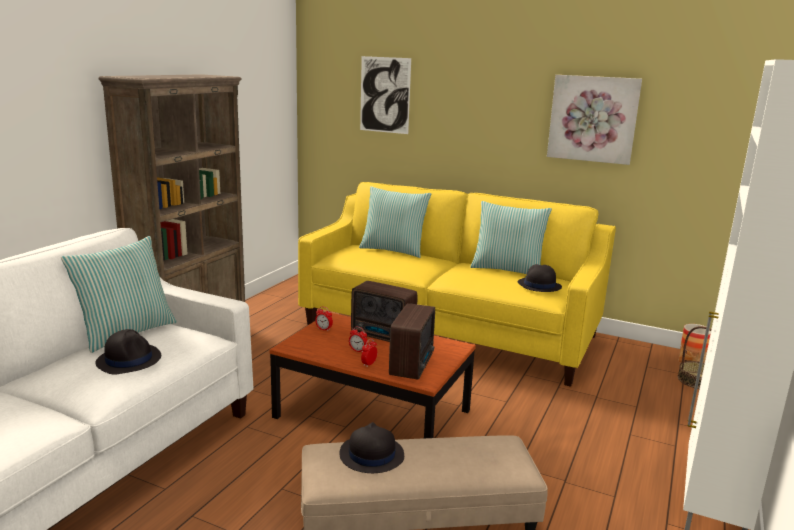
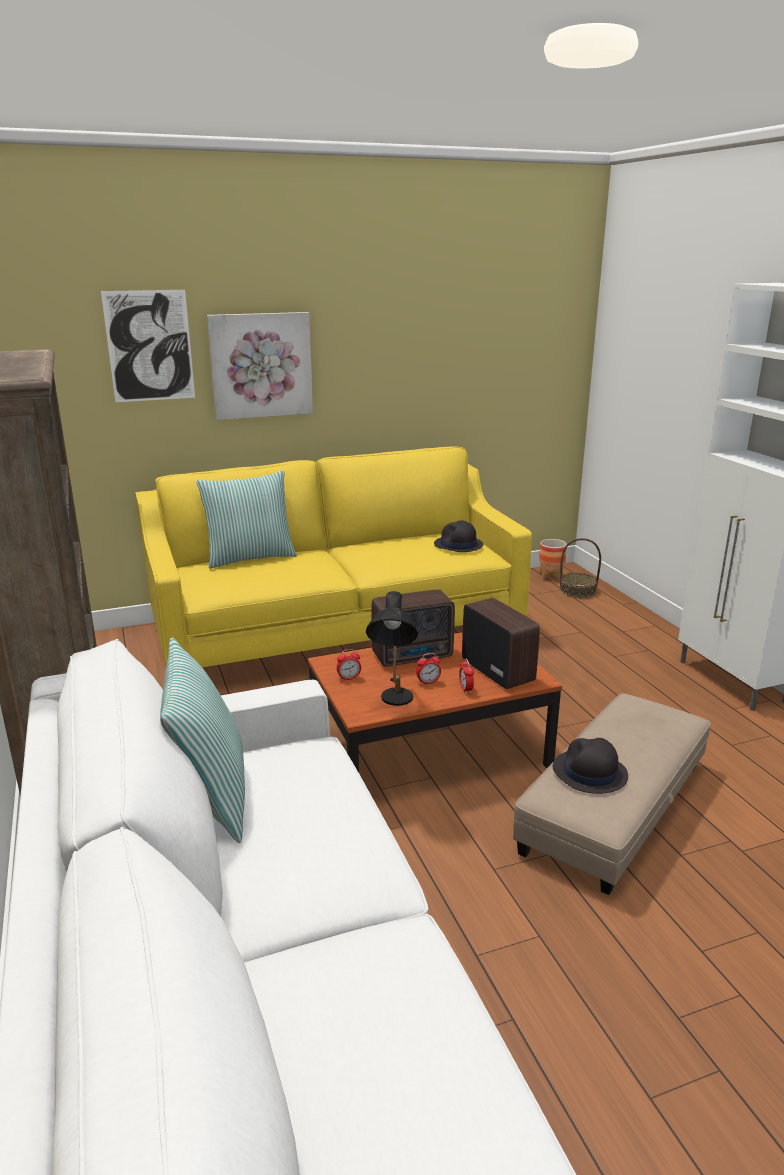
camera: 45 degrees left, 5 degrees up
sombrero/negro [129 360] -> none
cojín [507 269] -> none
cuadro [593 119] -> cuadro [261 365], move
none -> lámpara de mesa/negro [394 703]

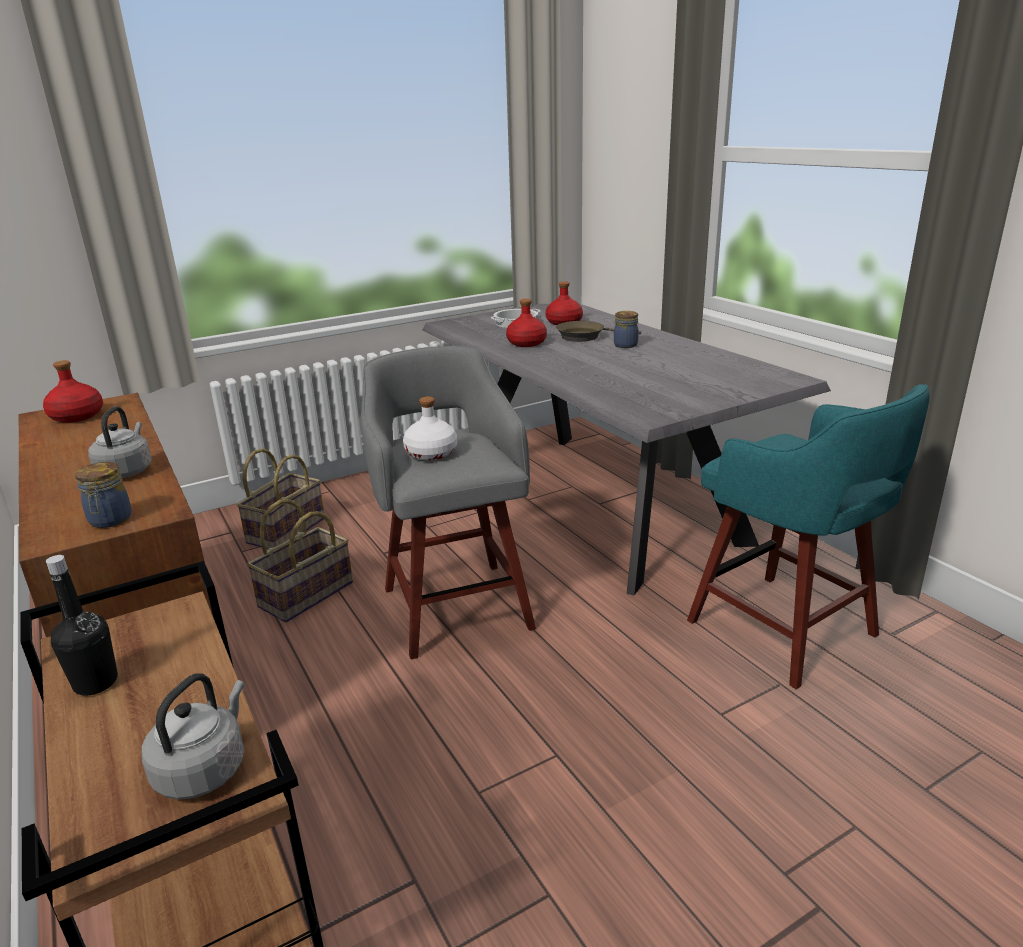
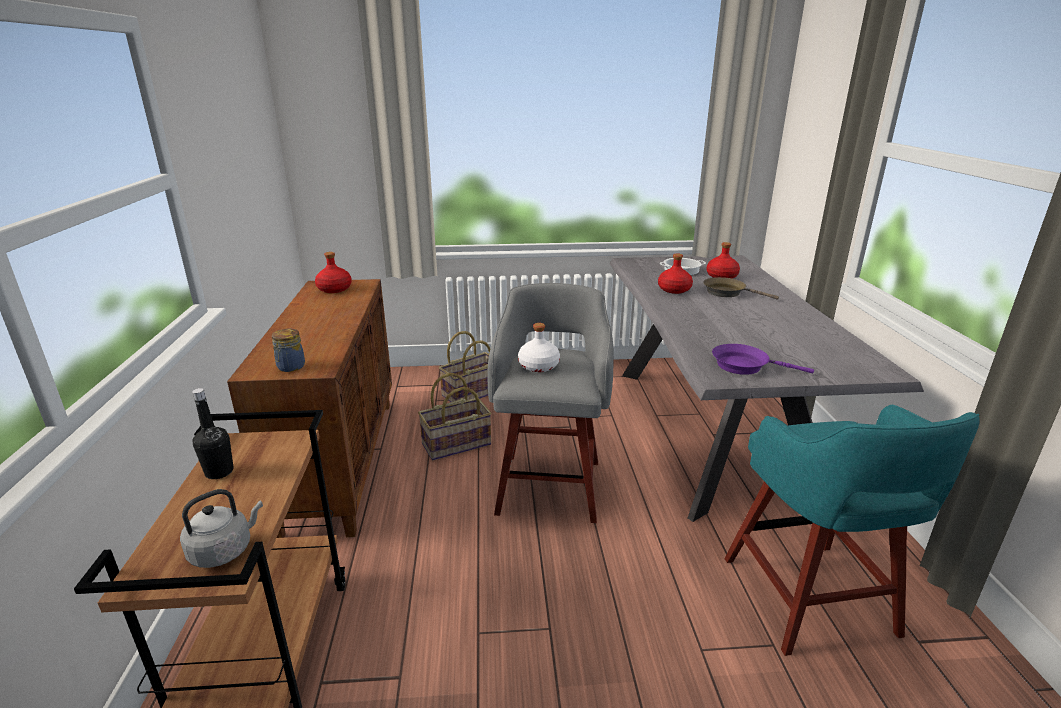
camera: 25 degrees right, 0 degrees up
hervidor/gris [126 471] -> none
tarro [626 345] -> none
none -> sartén/morado [744 366]

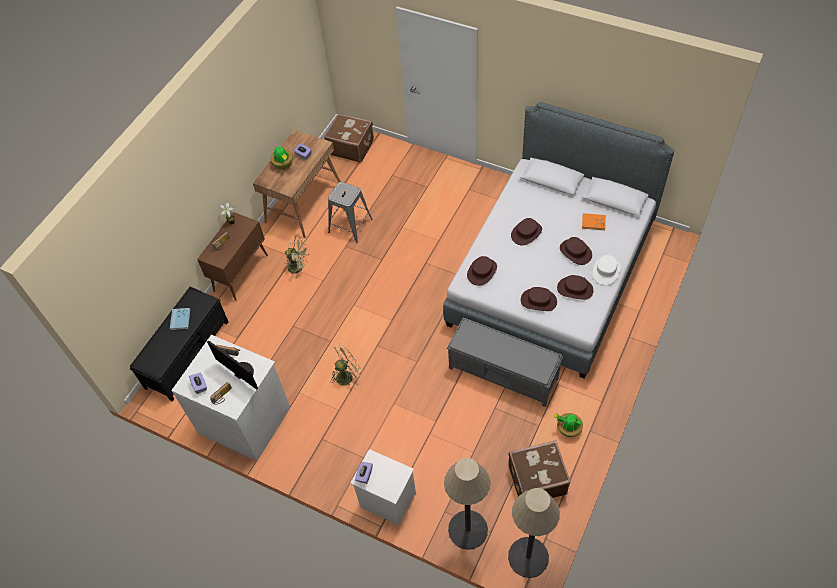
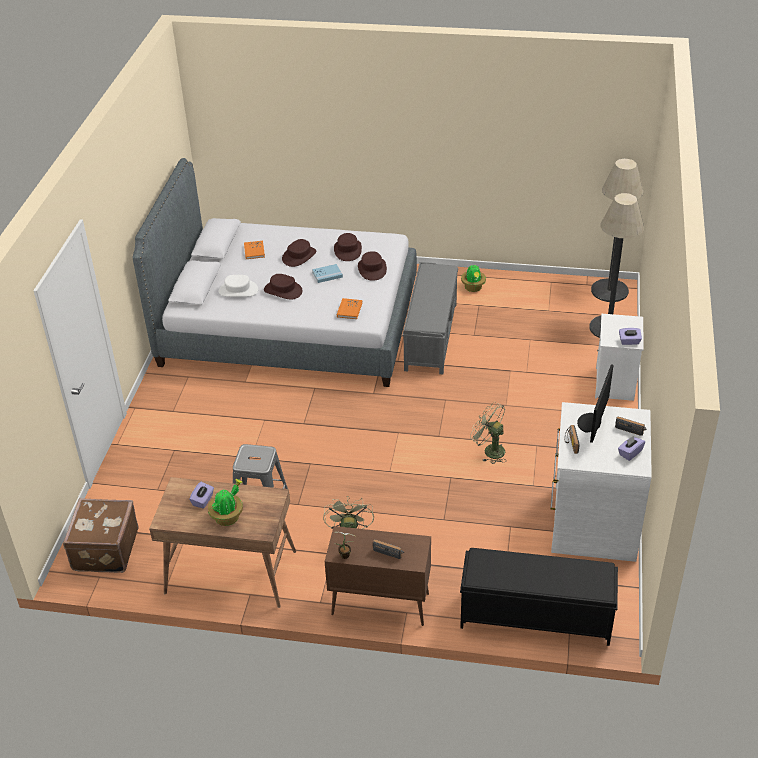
camera: 110 degrees left, 15 degrees down
libro/azul [180 319] -> libro/azul [327 274], move
sombrero/marrón [482 271] -> libro/naranja [349 310]
maleta/marrón [536 479] -> none
sombrero/blanco [606 270] -> sombrero/blanco [238 290], move

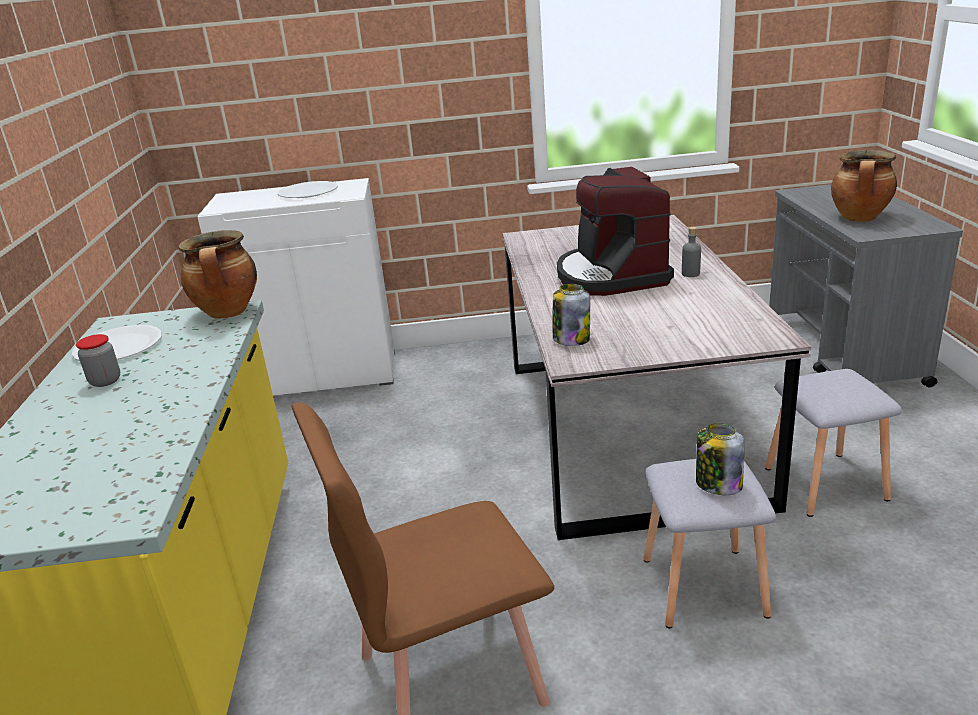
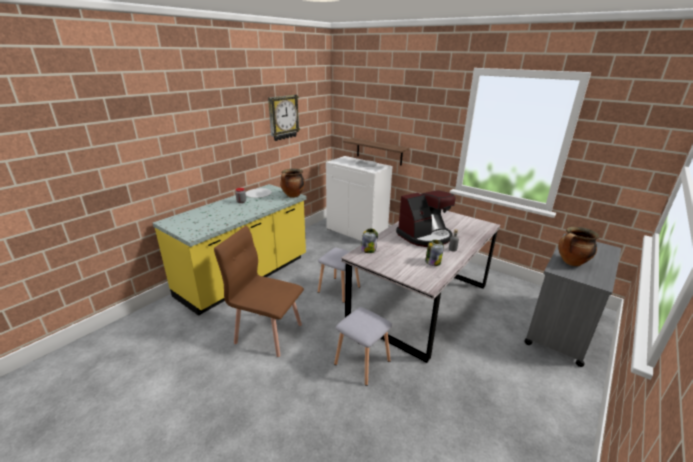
camera: 40 degrees right, 0 degrees up
cafetera [611 275] -> cafetera [425 236], 150 degrees counterclockwise
tarro [717 484] -> tarro [432 262], move
taburete/gris [823 482] -> taburete/gris [339 289], move
none -> reloj de pared [283 117]
none -> estante [379 151]

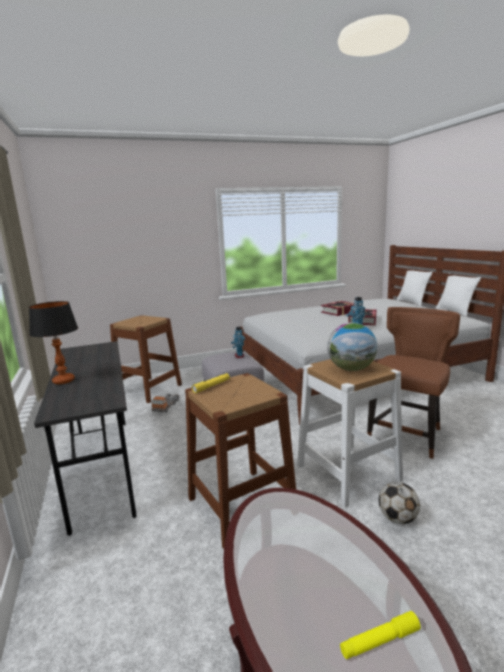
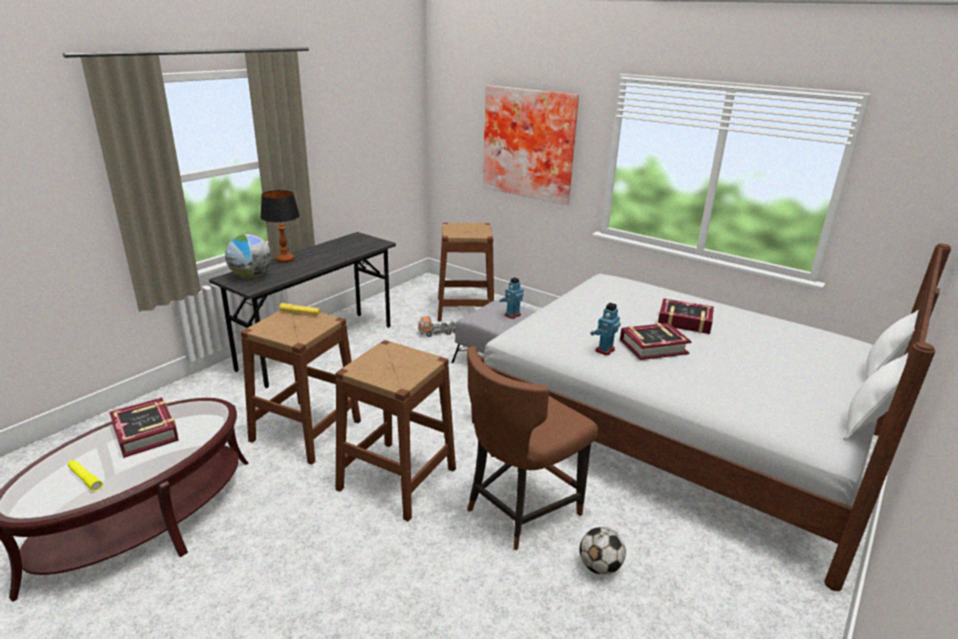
camera: 55 degrees right, 10 degrees up
taburete/blanco [347 472] -> taburete/marrón [397 478]
globo terráqueo [351 369] -> globo terráqueo [251 276], move
silla/marrón [408 435] -> silla/marrón [519 510], 135 degrees clockwise
balón de fútbol [397 518] -> balón de fútbol [599 567], move
none -> libro [146 432]
none -> cuadro [530 143]

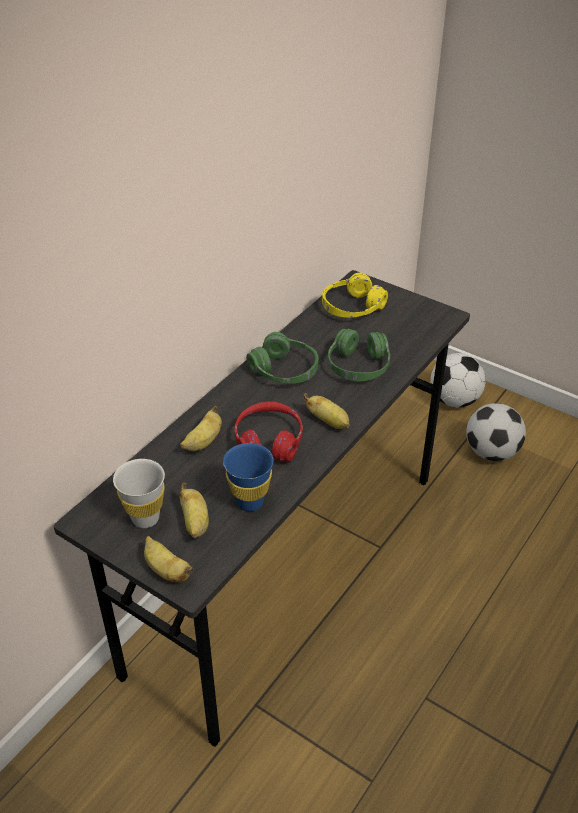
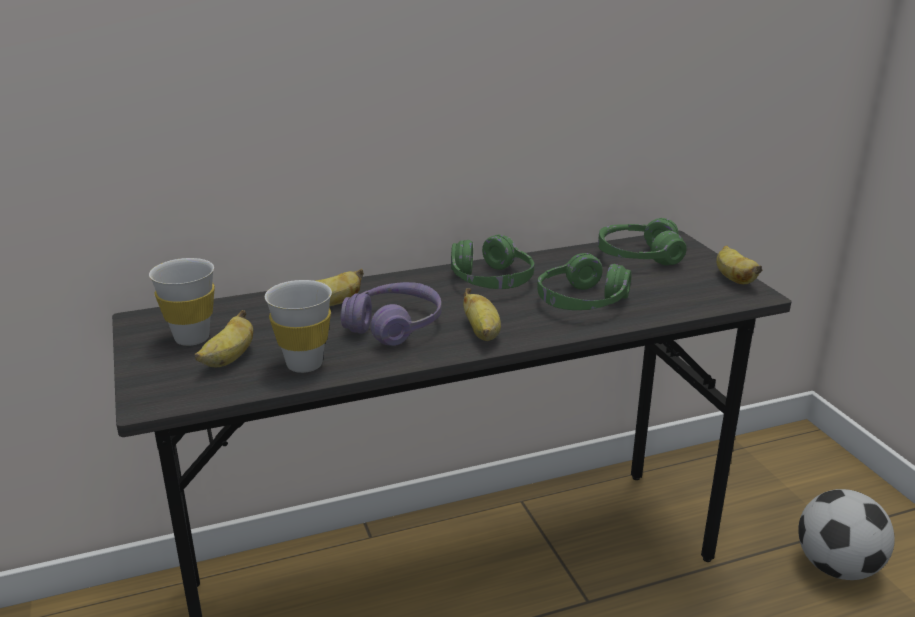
camera: 35 degrees right, 15 degrees down
plátano [166 570] -> plátano [733 278], move
taza/azul [250 502] -> taza/blanco [304 364]
auriculares/rojo [268 441] -> auriculares/morado [394 326]
auriculares/amarillo [352 307] -> auriculares/verde [638 256]
balón de fútbol [454 400] -> none

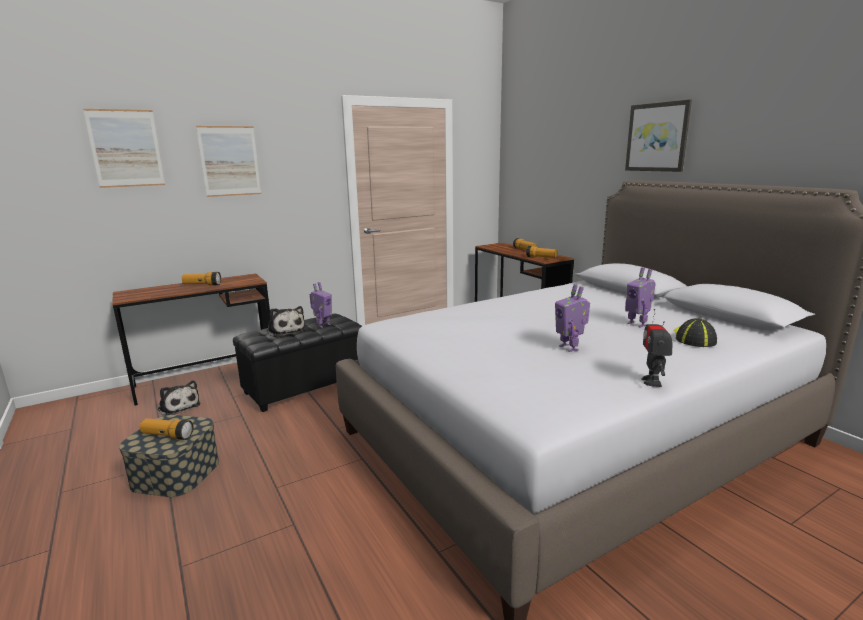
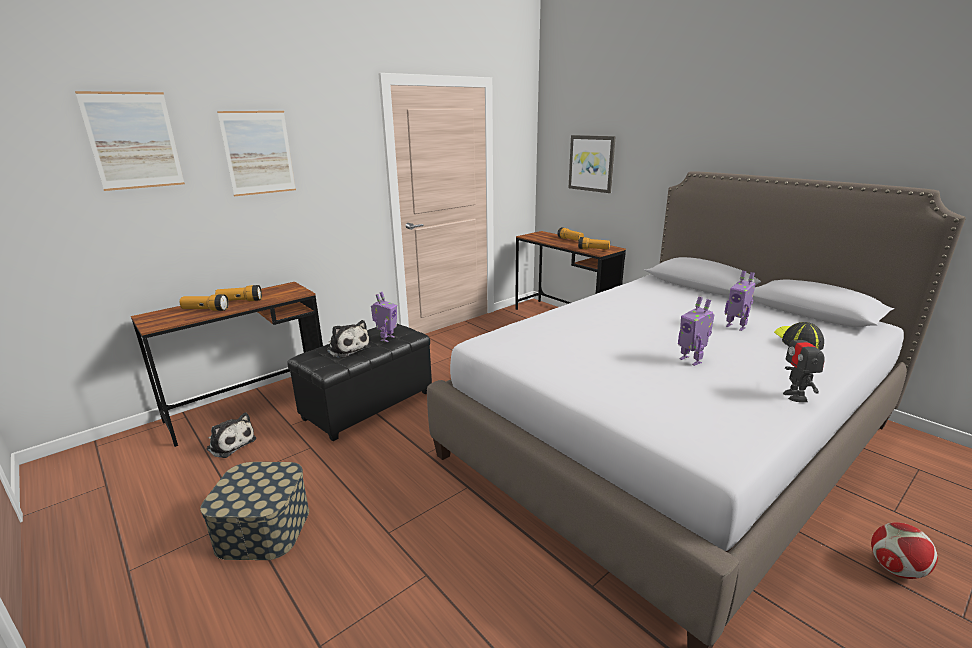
camera: 10 degrees left, 5 degrees up
linterna [167 436] -> linterna [205 310], move
cuadro [657 137] -> cuadro [591 163], move
none -> balón de fútbol [895 569]

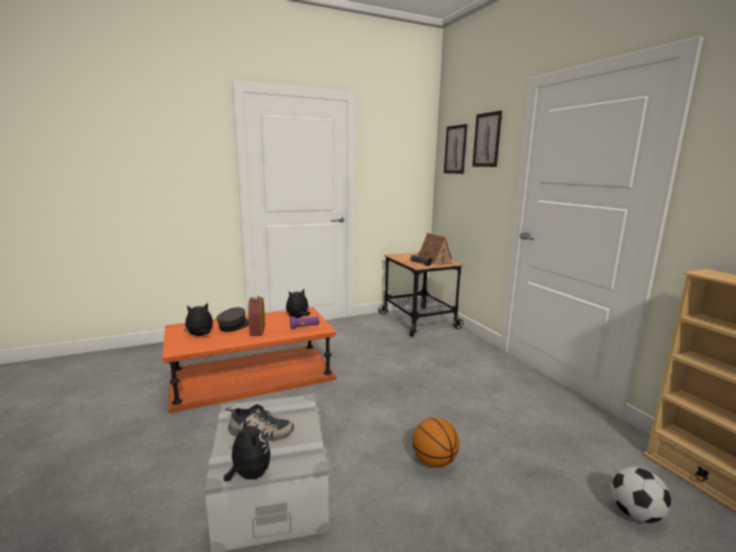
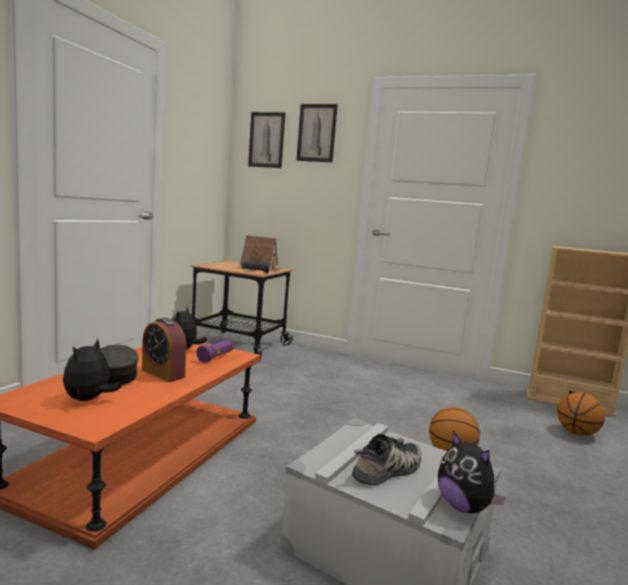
camera: 45 degrees left, 5 degrees down
peluche [249 475] -> peluche [464 507], 135 degrees counterclockwise
balón de fútbol [635 514] -> balón de baloncesto [576 433]

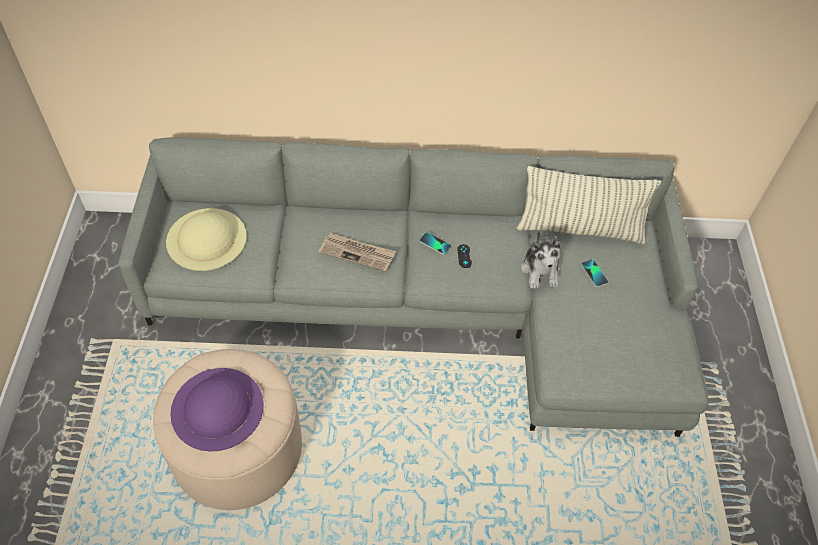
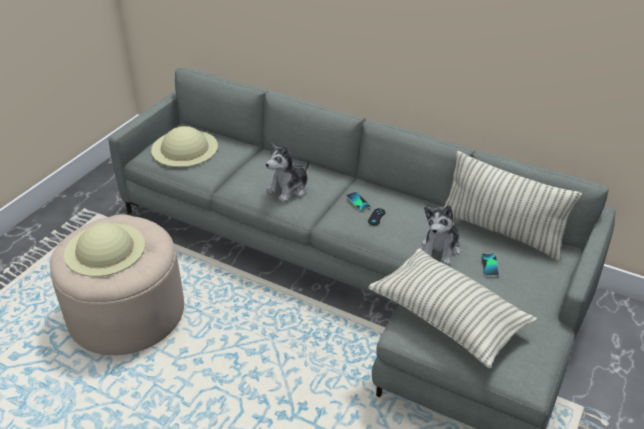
camera: 30 degrees right, 15 degrees down
sombrero/morado [217 408] -> sombrero/beis [104 249]
periódico [357 253] -> peluche [289 189]
none -> cojín [448 318]

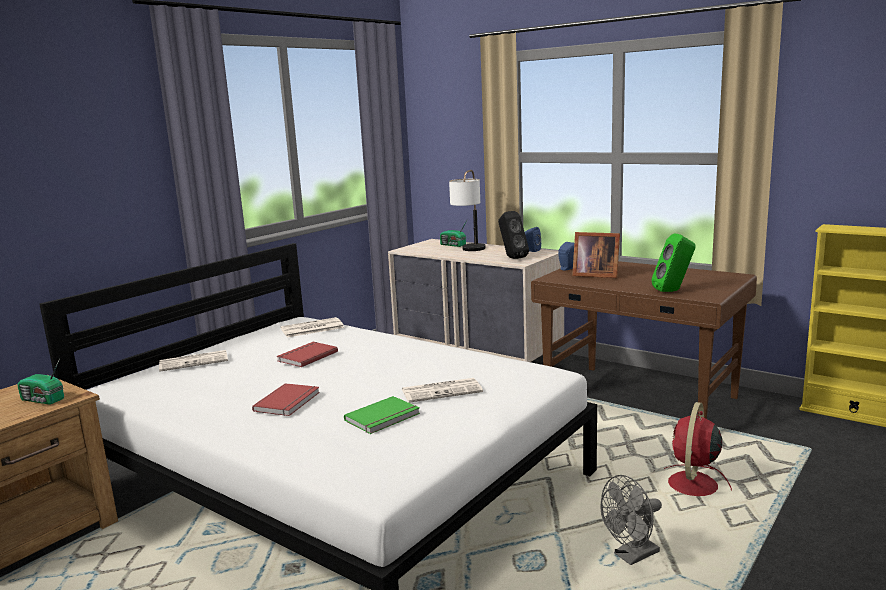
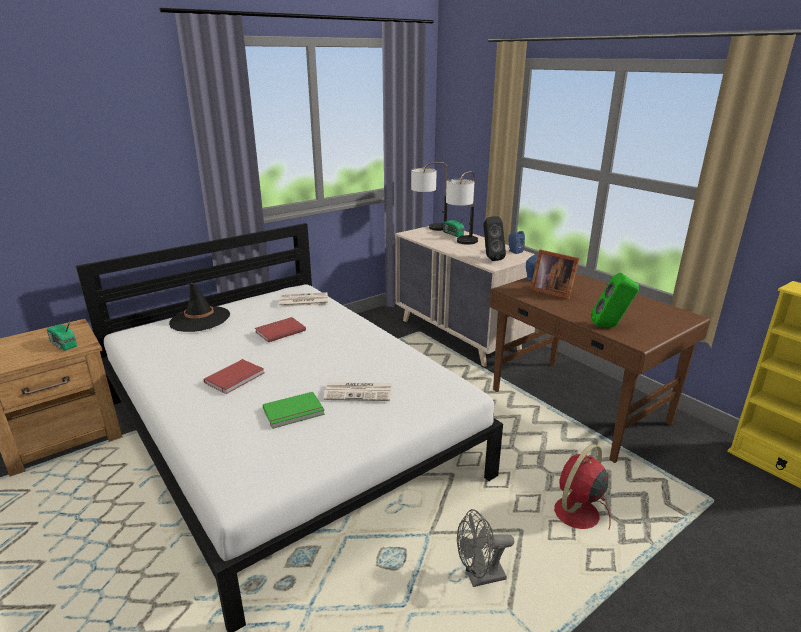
camera: 15 degrees right, 10 degrees up
periódico [195 361] -> sombrero/negro [200 319]
none -> lámpara de mesa [429 229]

